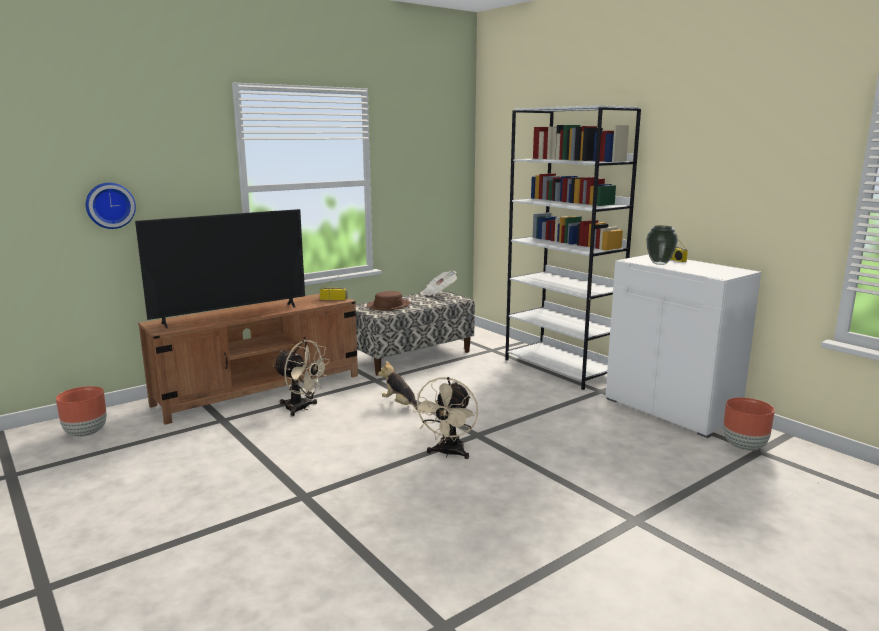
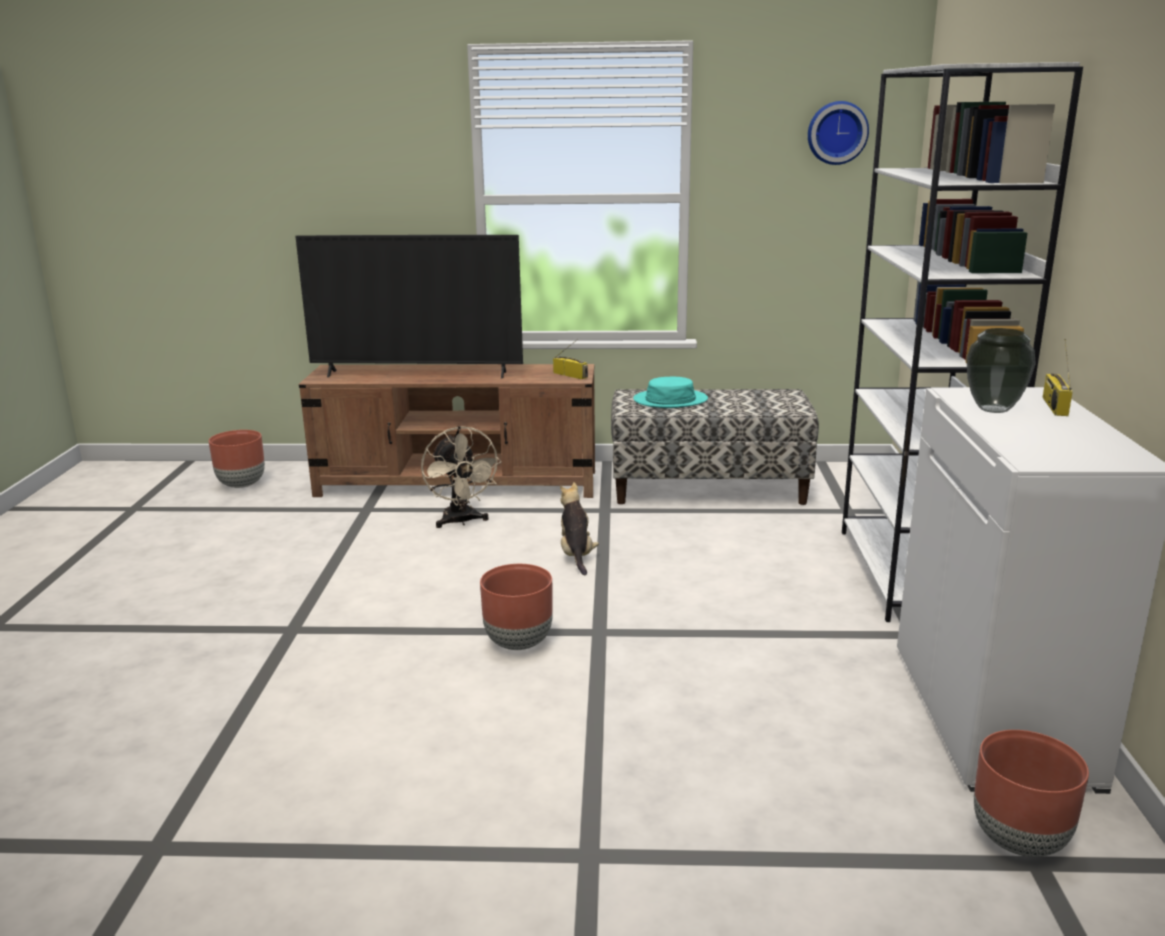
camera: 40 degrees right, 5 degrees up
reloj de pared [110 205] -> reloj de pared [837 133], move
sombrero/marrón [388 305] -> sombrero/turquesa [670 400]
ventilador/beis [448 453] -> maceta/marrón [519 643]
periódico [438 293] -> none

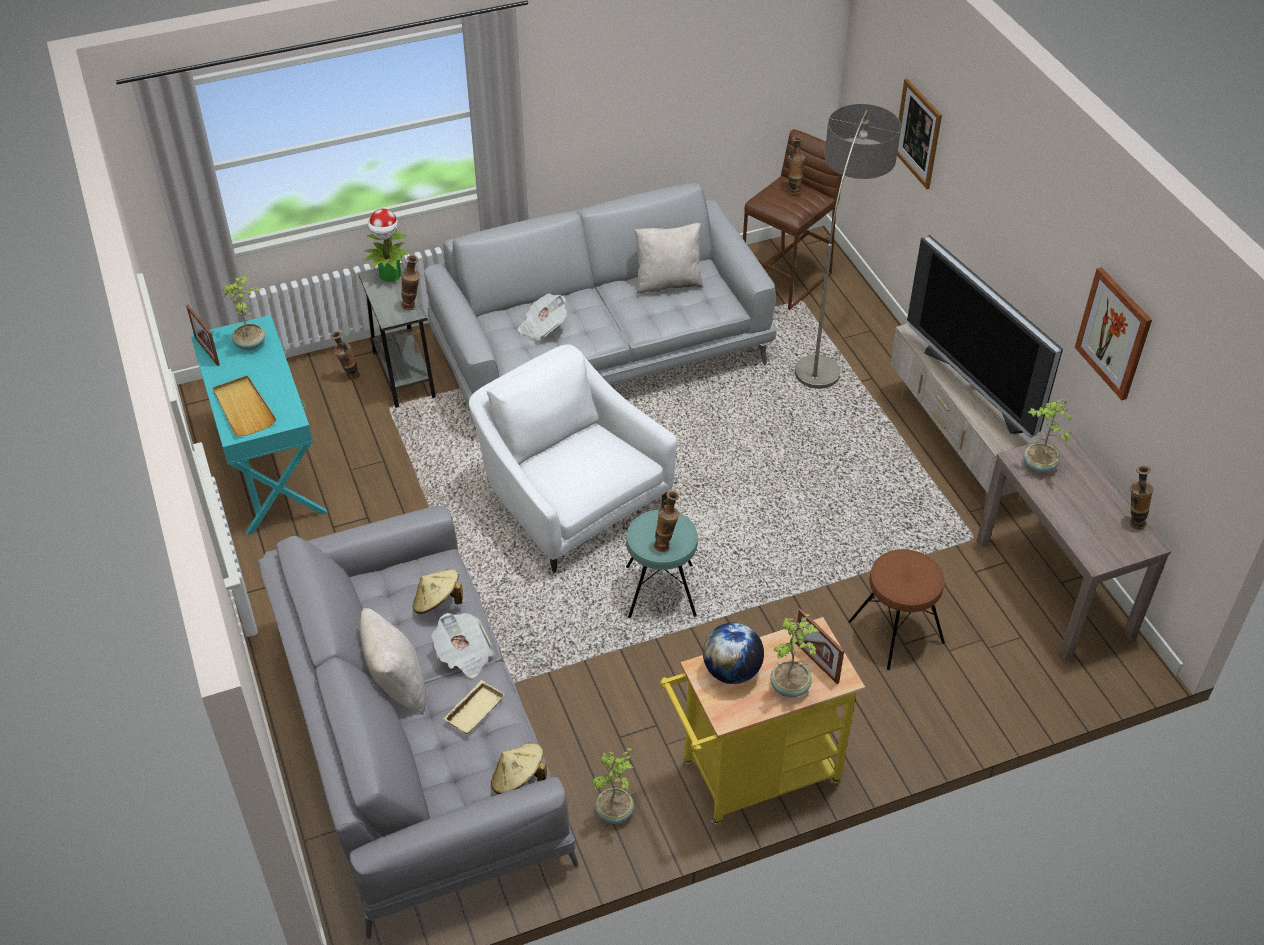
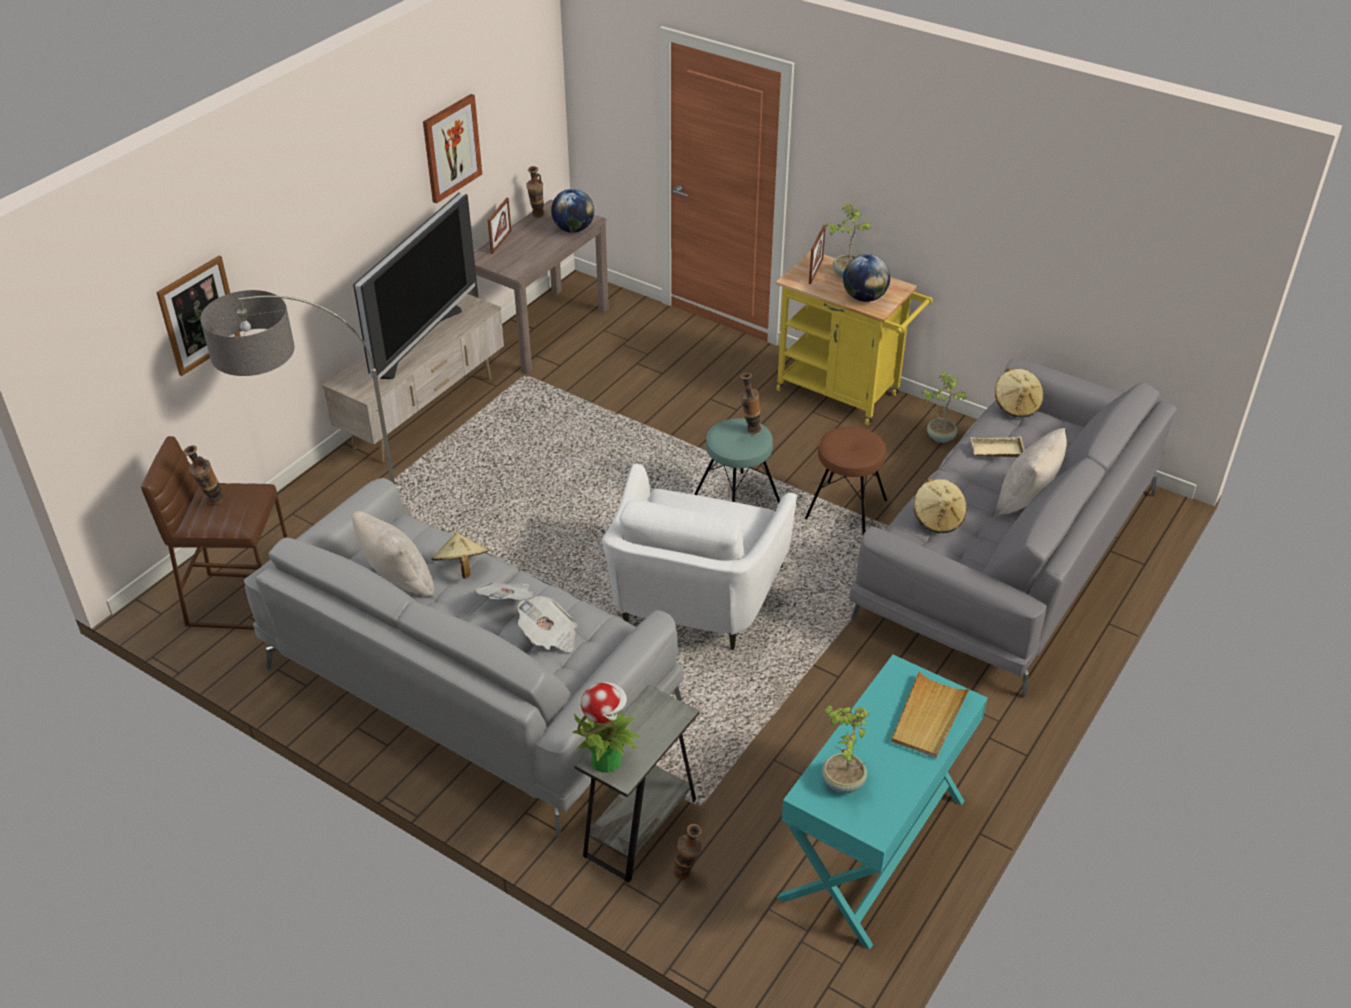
camera: 125 degrees left, 5 degrees down
portarretratos [207 351] -> portarretratos [501 242], move
florero [413 307] -> none
periódico [464 655] -> periódico [508 601], move
taburete/marrón [896 632] -> taburete/marrón [846 509], move
planta en maceta [1038 466] -> none
none -> sombrero/beis [462 567]
none -> globo terráqueo [573 229]

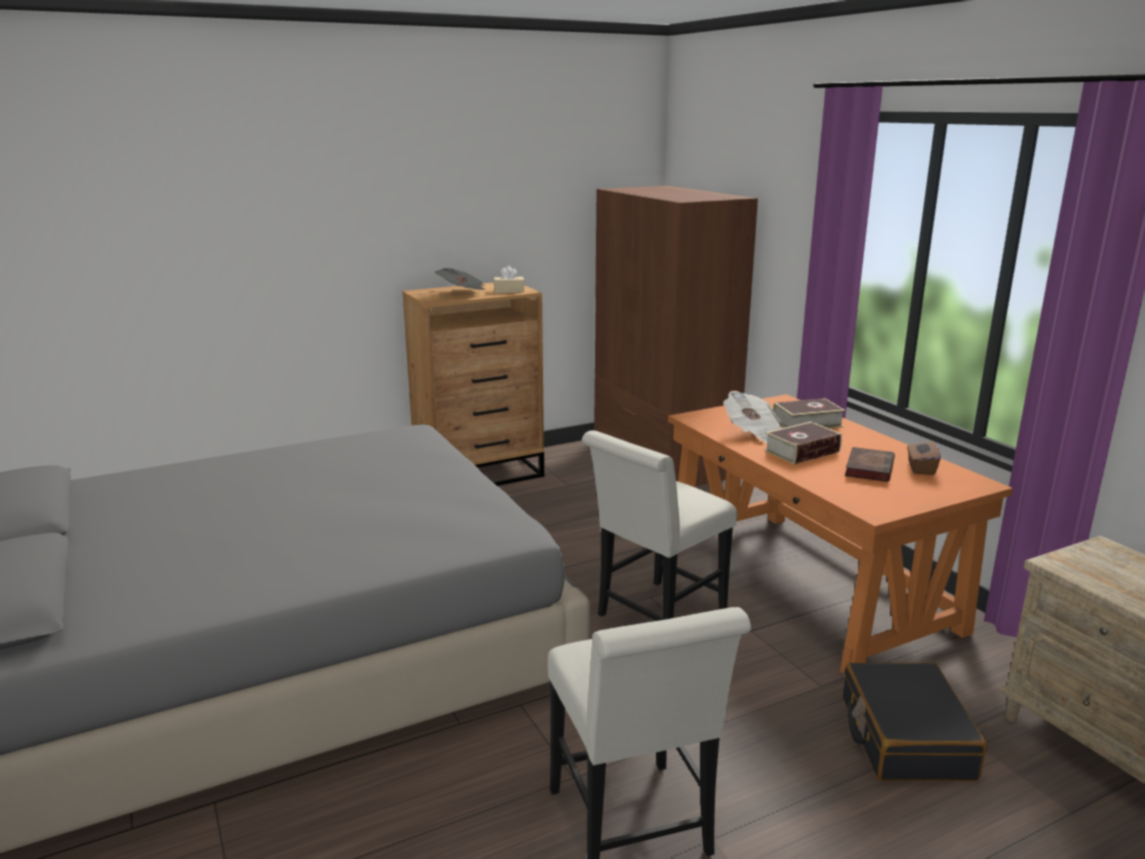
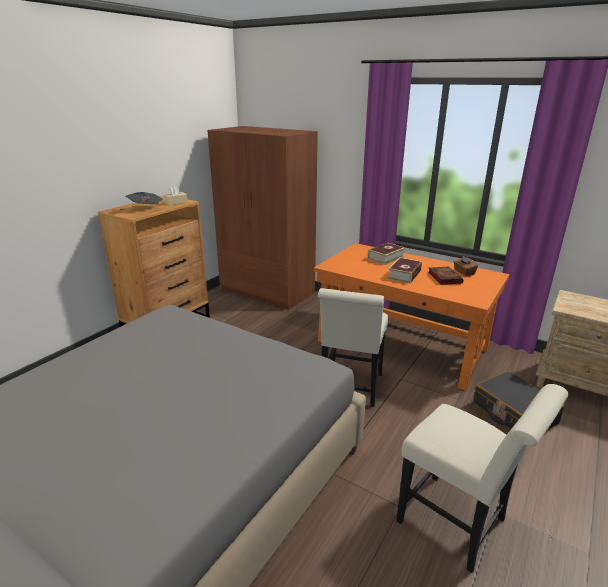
camera: 30 degrees left, 5 degrees up
periódico [753 433] -> none

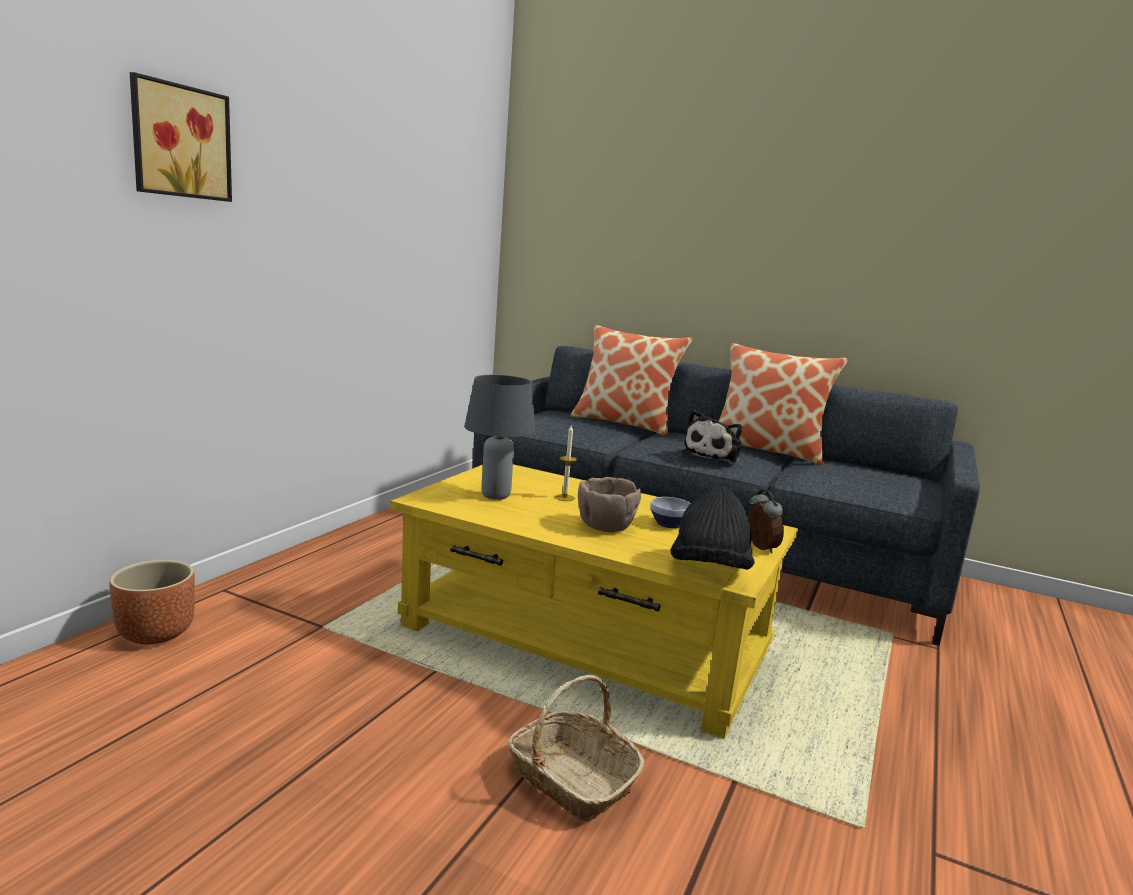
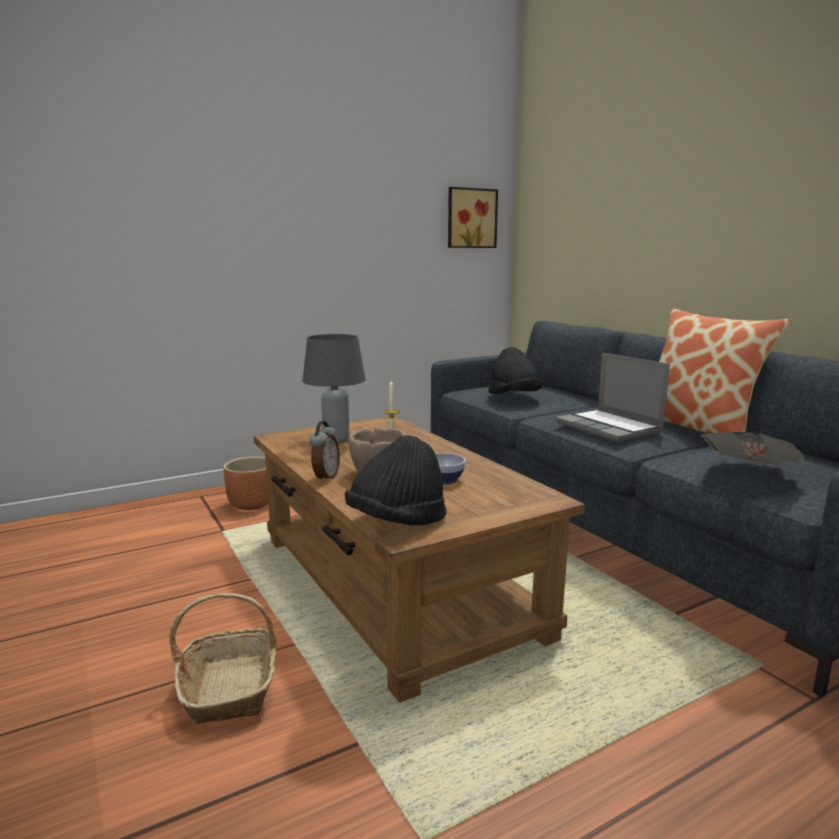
camera: 35 degrees right, 0 degrees up
maceta/marrón [155 633] -> maceta/marrón [251 504], move
cuadro [179 141] -> cuadro [470 218], move
mesa de centro/amarillo [586 641] -> mesa de centro/marrón [395 585]
cojín [624 423] -> none
peluche [713 455] -> portátil [610 427]
despertador [759 548] -> despertador [325 477], move
none -> sombrero/negro [513 397]
none -> periódico [750 474]

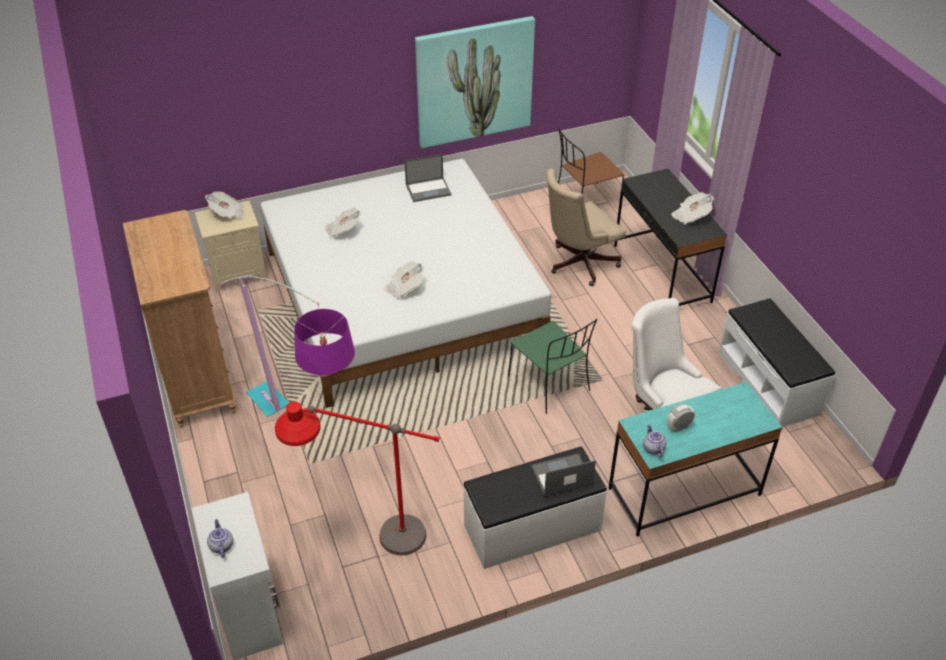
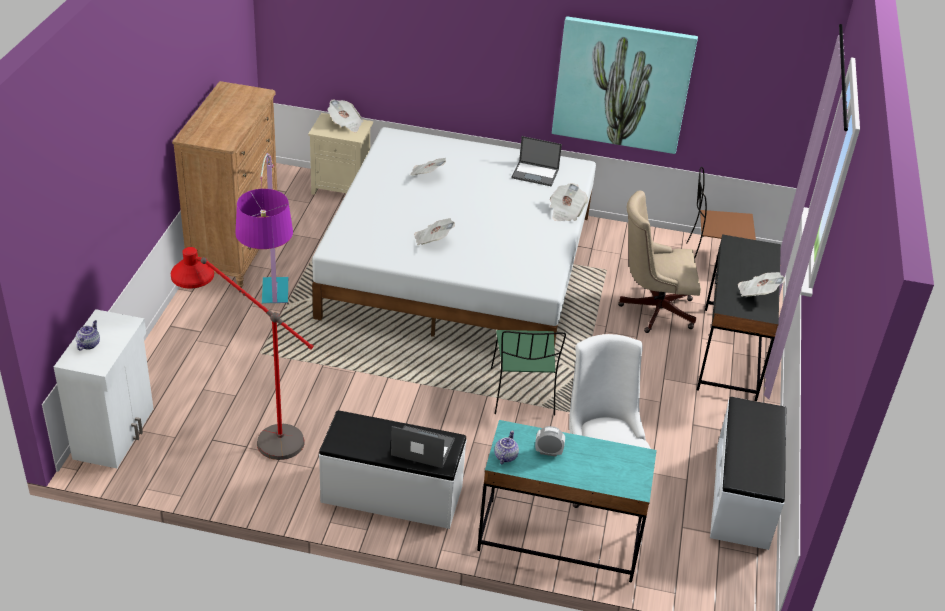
camera: 30 degrees right, 5 degrees down
none -> periódico [566 212]

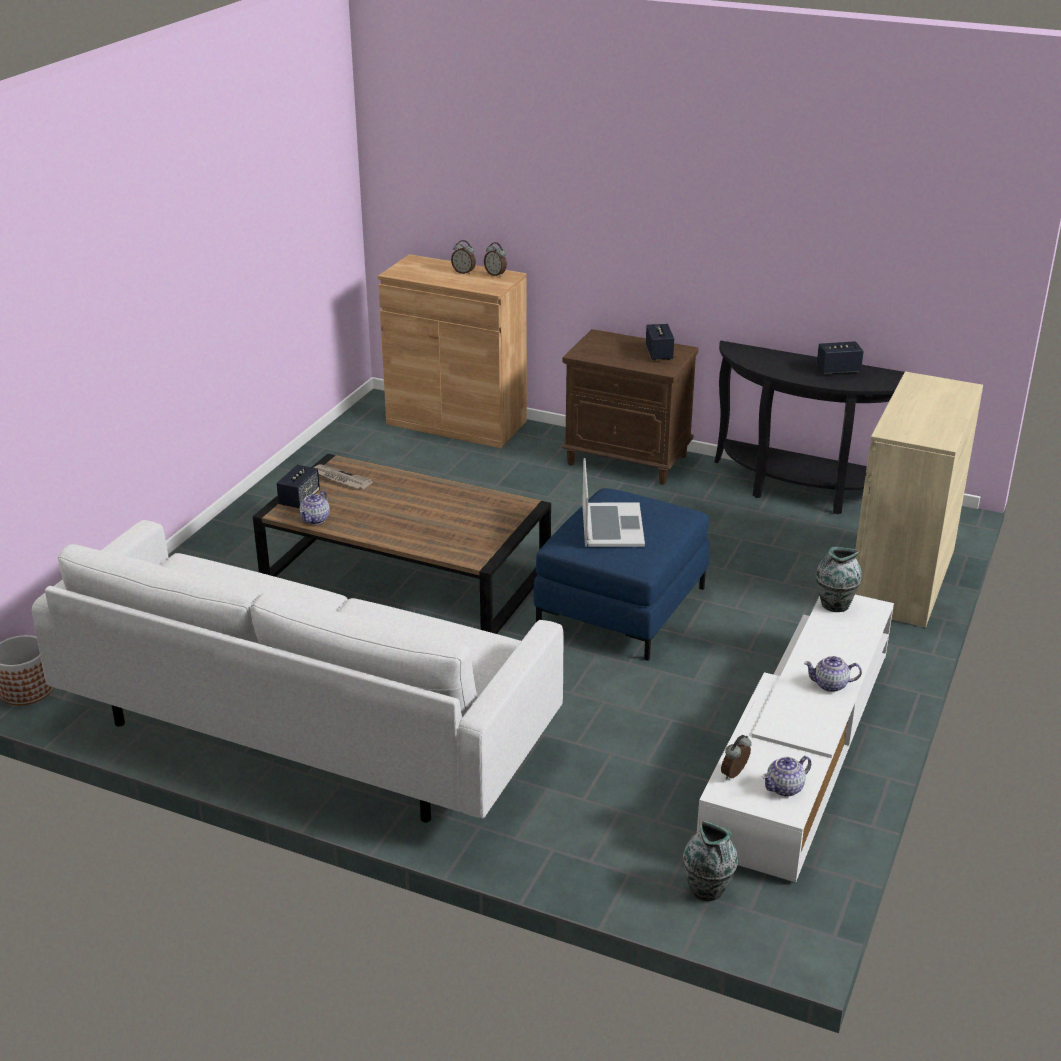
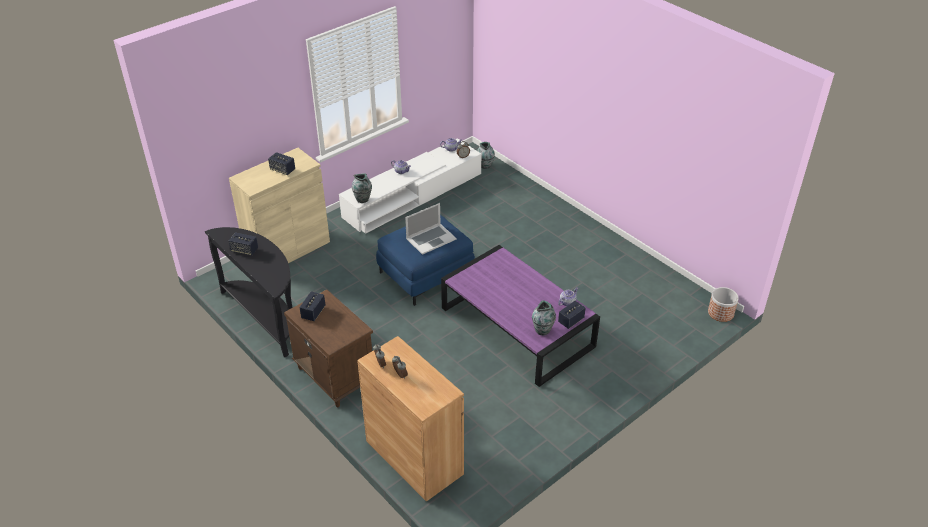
camera: 155 degrees left, 10 degrees up
sofá/blanco [307 724] -> none
mesa de centro/marrón [405 574] -> mesa de centro/morado [518 327]
periódico [339 479] -> florero [543 330]
portátil [611 525] -> portátil [431 239], 150 degrees counterclockwise
none -> altavoz [282 170]

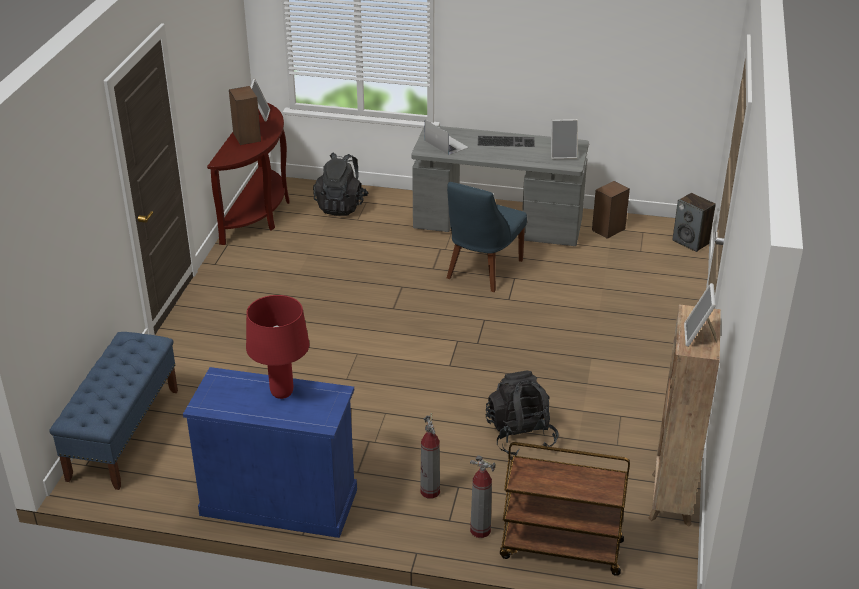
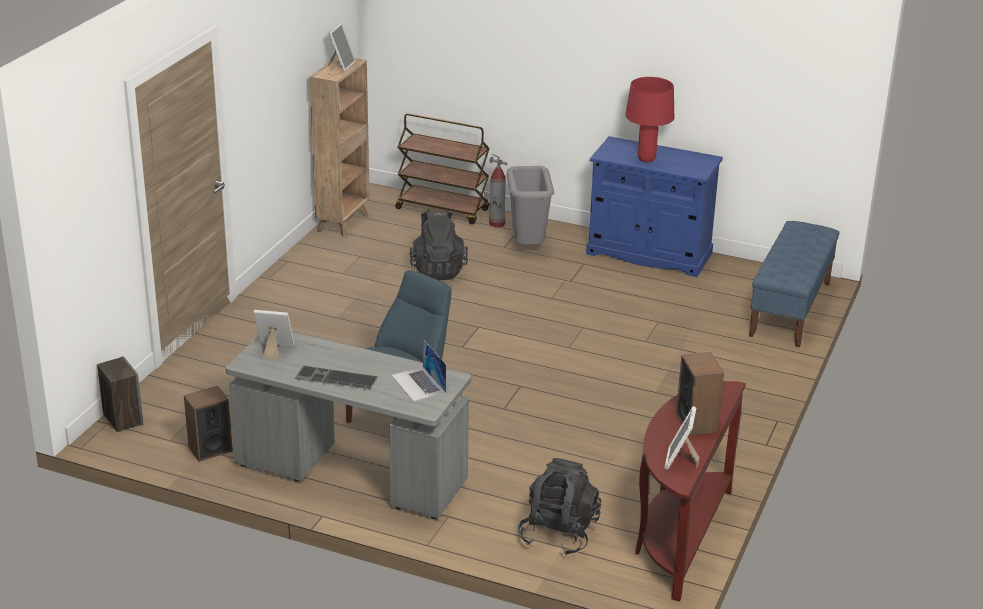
camera: 170 degrees left, 5 degrees down
extintor [430 491] -> papelera/gris [527 246]

